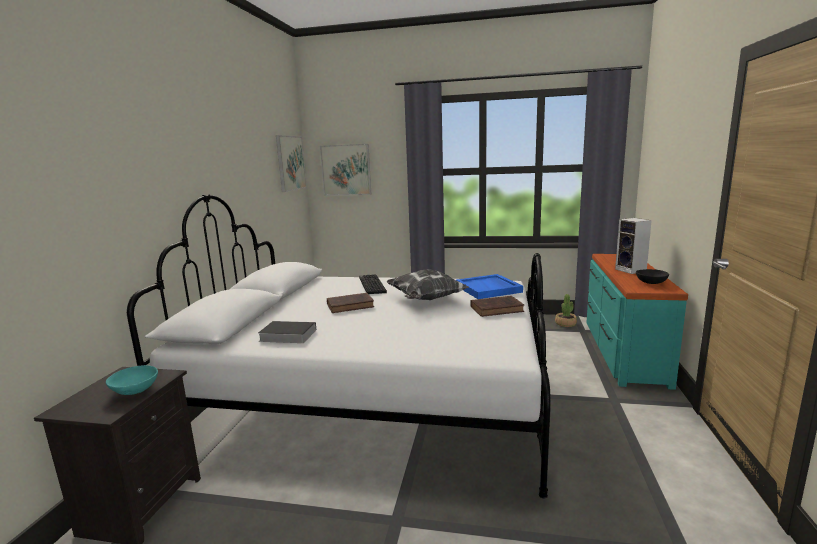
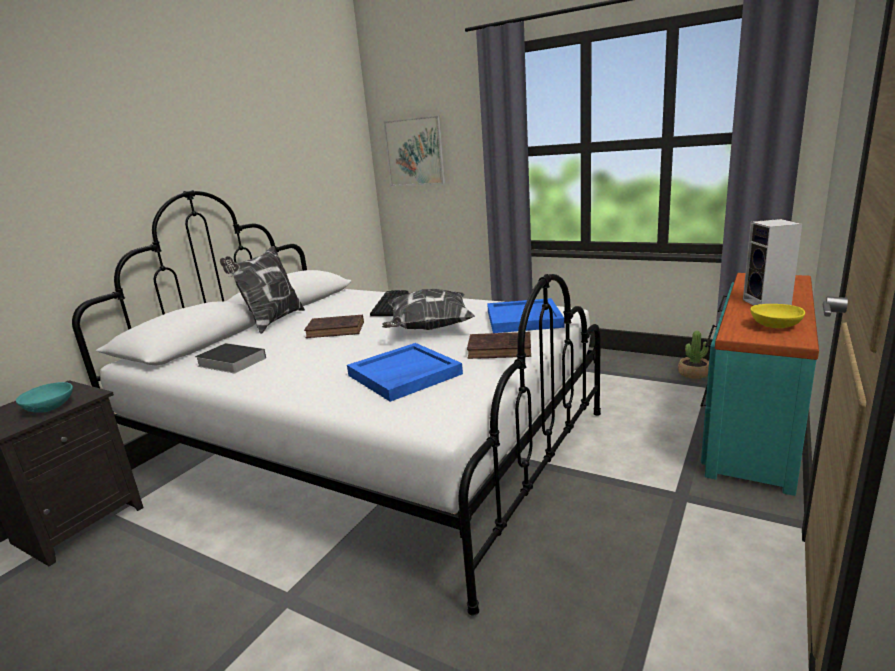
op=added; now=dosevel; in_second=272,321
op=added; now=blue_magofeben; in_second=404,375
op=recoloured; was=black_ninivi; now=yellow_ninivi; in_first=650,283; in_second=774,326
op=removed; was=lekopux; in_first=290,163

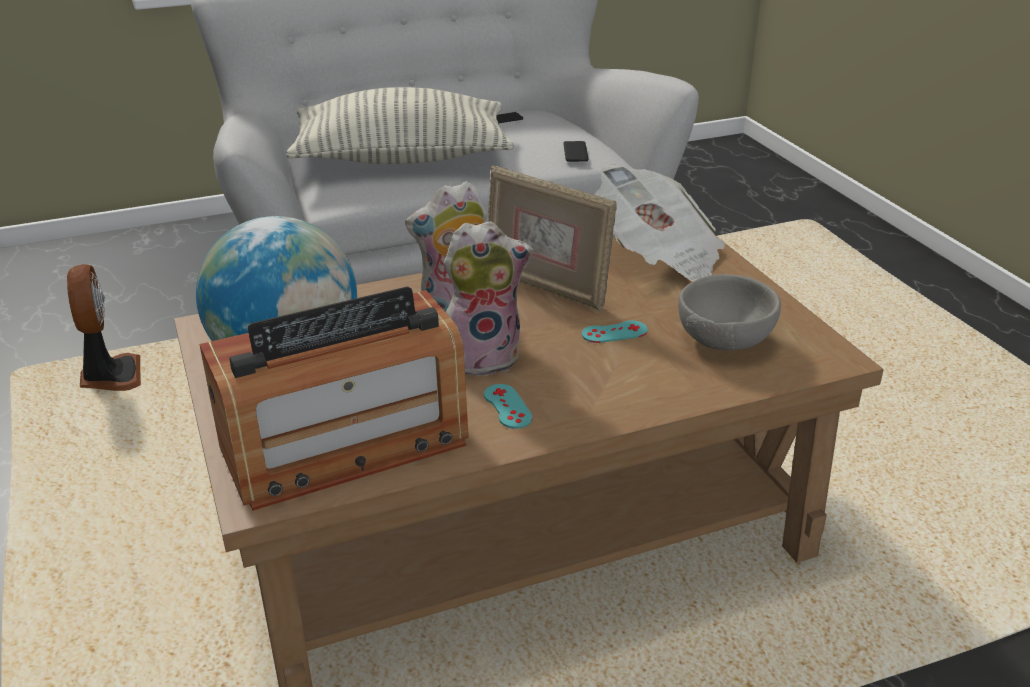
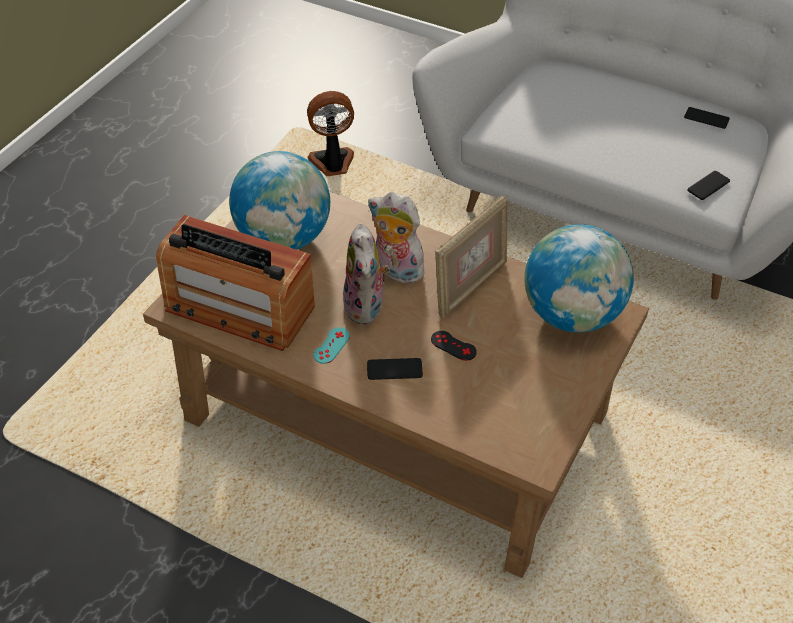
op=turned; was=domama; in_first=111,377; in_second=332,163; clockwise=-135
op=turned; was=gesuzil; in_first=483,357; in_second=367,307; clockwise=45
op=added; now=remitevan; in_second=394,369
op=recoloured; was=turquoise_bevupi; now=black_bevupi; in_first=614,332; in_second=453,346
op=turned; was=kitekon; in_first=545,287; in_second=470,287; clockwise=-135
op=replaced; was=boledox; now=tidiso; in_first=659,256; in_second=572,315
op=removed; was=dosevel; in_first=402,158
op=removed; was=grey_ninivi; in_first=727,339

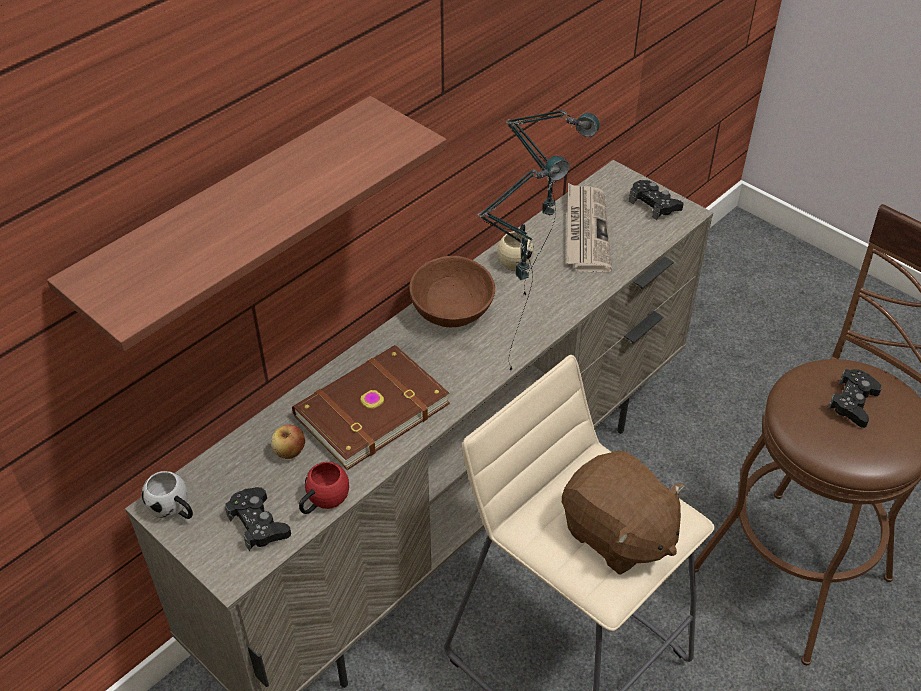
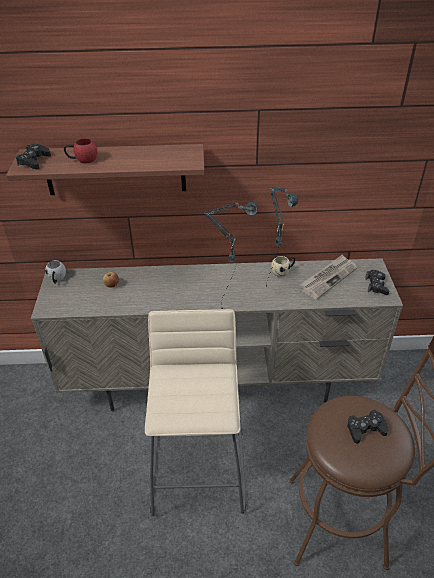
op=moved; was=black_bevupi; in_first=258,524; in_second=34,161
op=moved; was=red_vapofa; in_first=323,502; in_second=82,160
op=removed; was=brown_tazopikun; in_first=369,409
op=removed; was=brown_ninivi; in_first=450,310
op=removed; was=brown_gesuzil; in_first=617,534

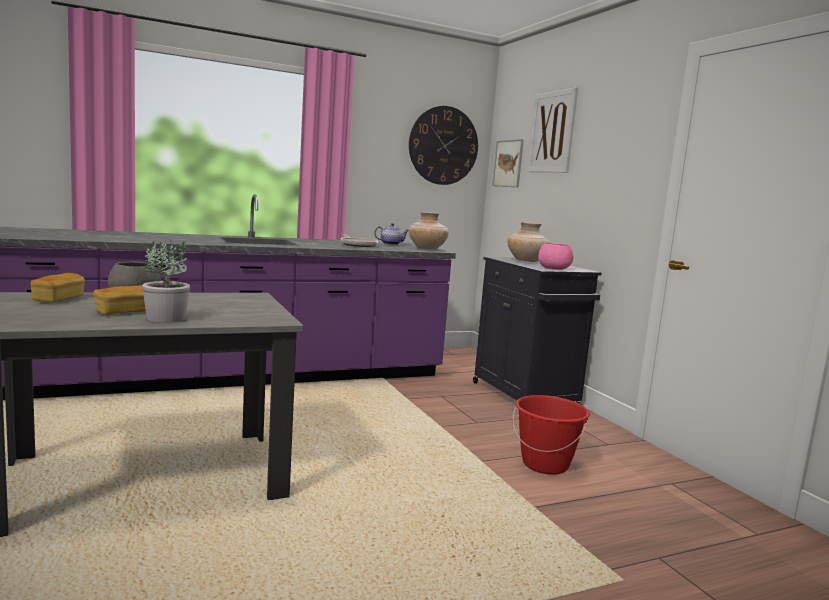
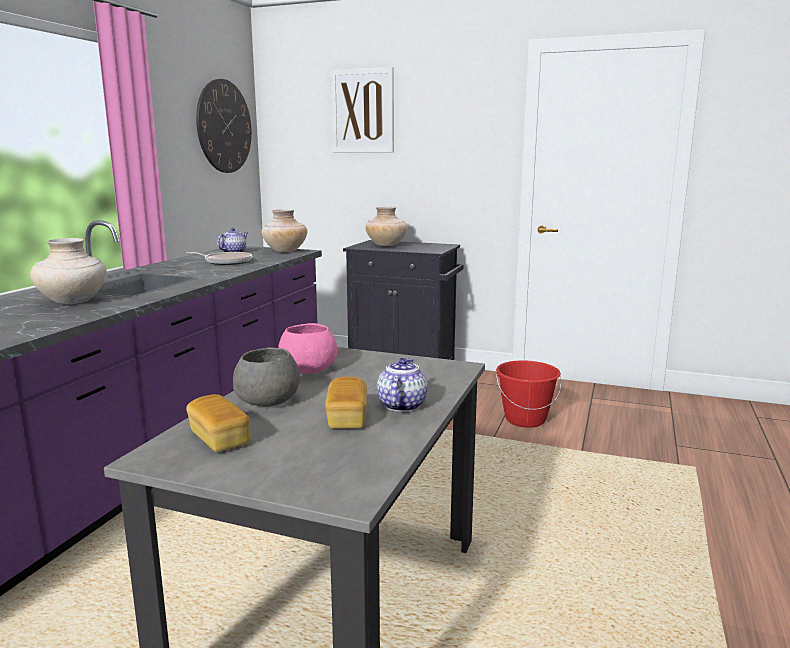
op=added; now=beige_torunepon; in_second=73,301
op=moved; was=pink_ninivi; in_first=553,268; in_second=307,369
op=replaced; was=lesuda; now=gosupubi; in_first=166,318; in_second=401,405
op=removed; was=lekopux; in_first=508,163

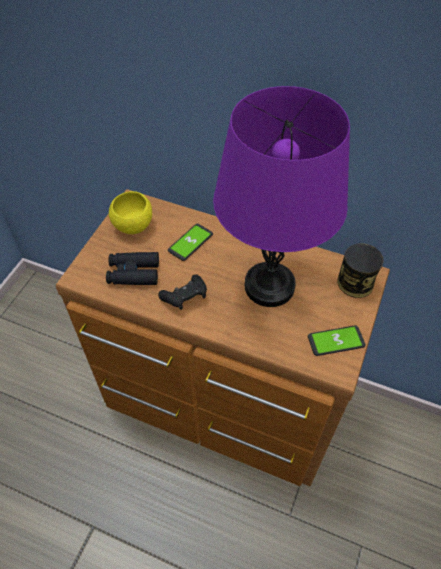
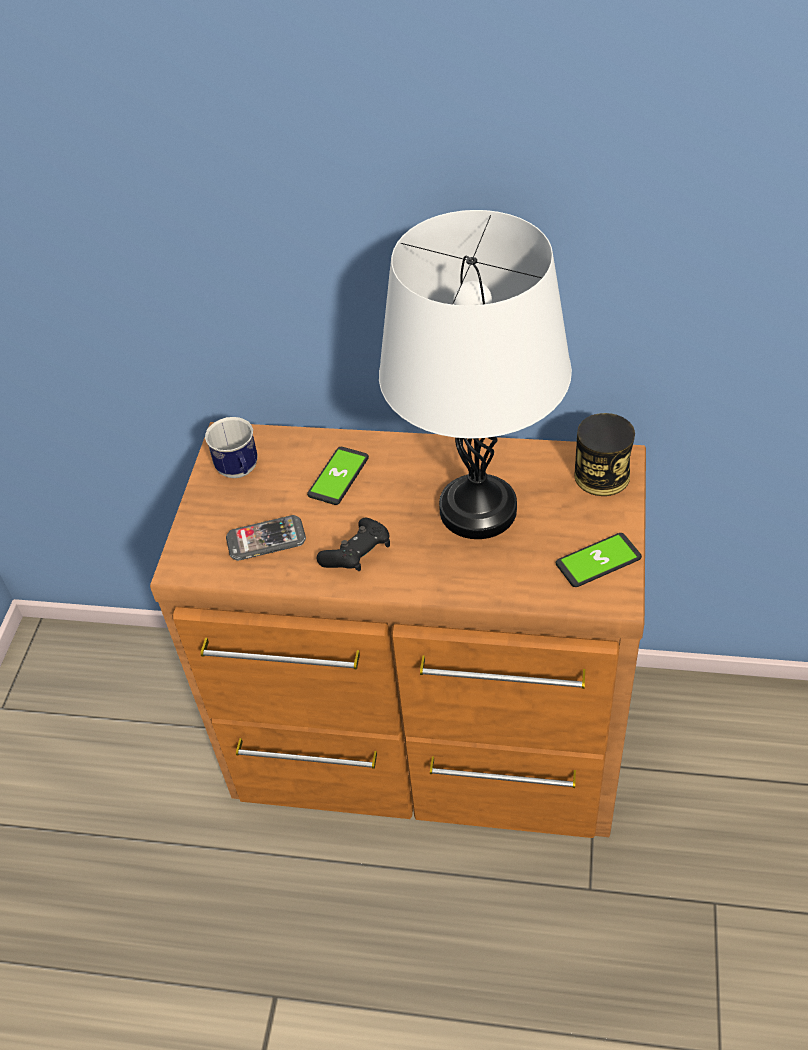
op=replaced; was=yellow_ninivi; now=vapofa; in_first=133,225; in_second=240,472
op=replaced; was=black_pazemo; now=remitevan; in_first=133,273; in_second=266,540
op=recoloured; was=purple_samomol; now=white_samomol; in_first=269,286; in_second=477,510

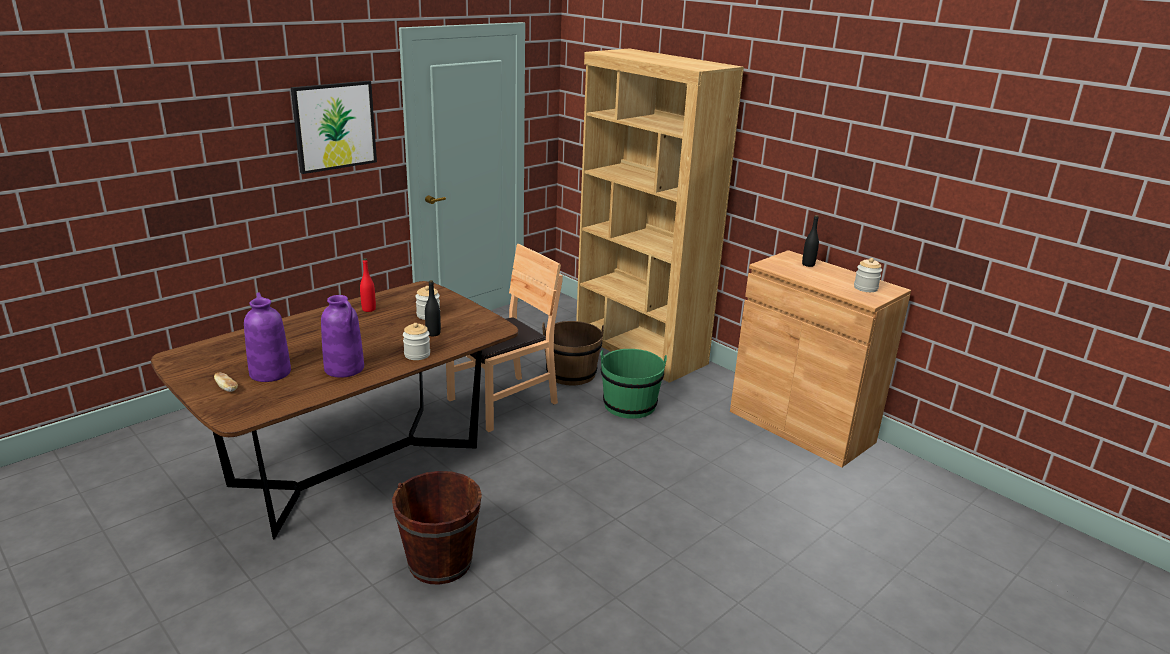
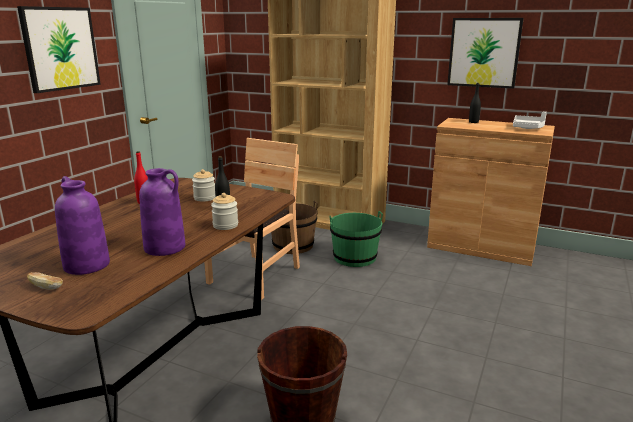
op=added; now=lekopux; in_second=484,52
op=replaced; was=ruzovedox; now=white_magofeben; in_first=865,288; in_second=528,128

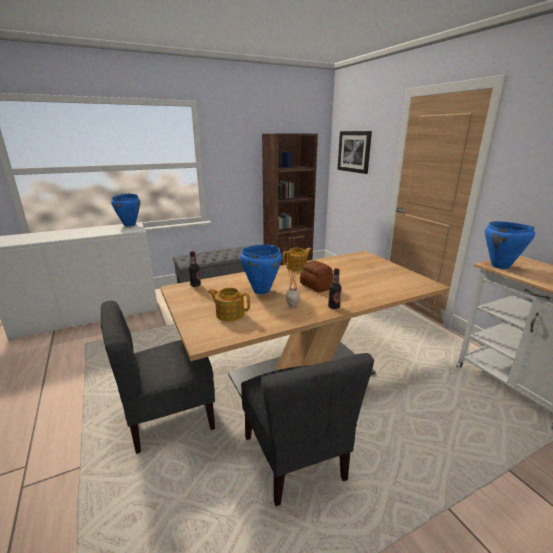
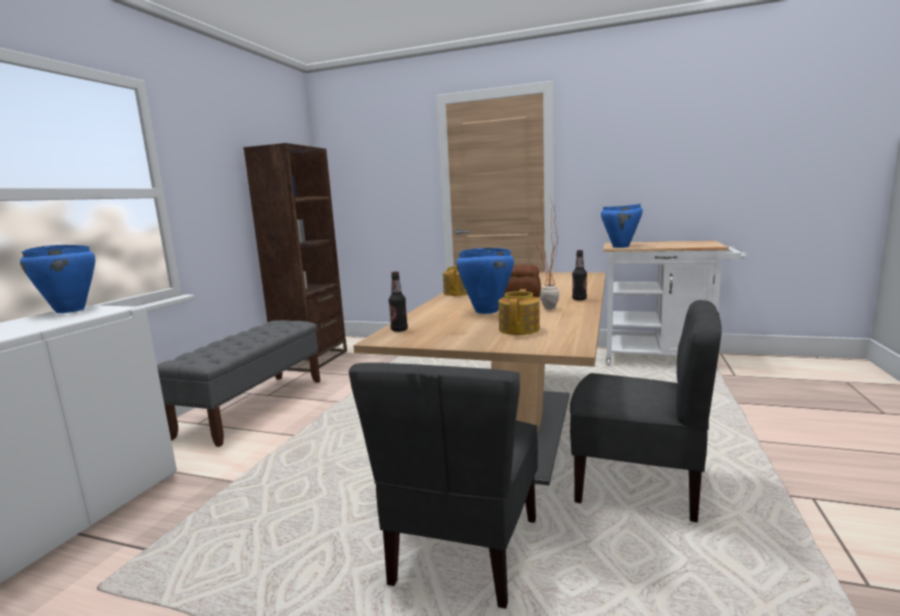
op=turned; was=gosupubi; in_first=229,314; in_second=520,329; clockwise=135
op=removed; was=lekopux; in_first=354,151

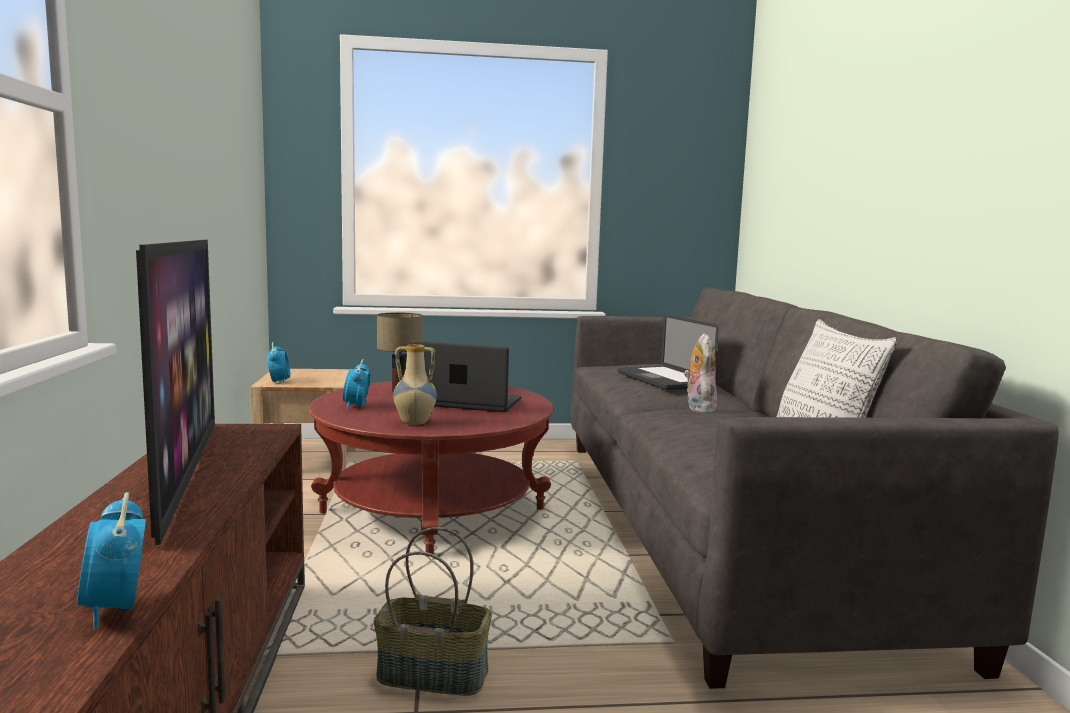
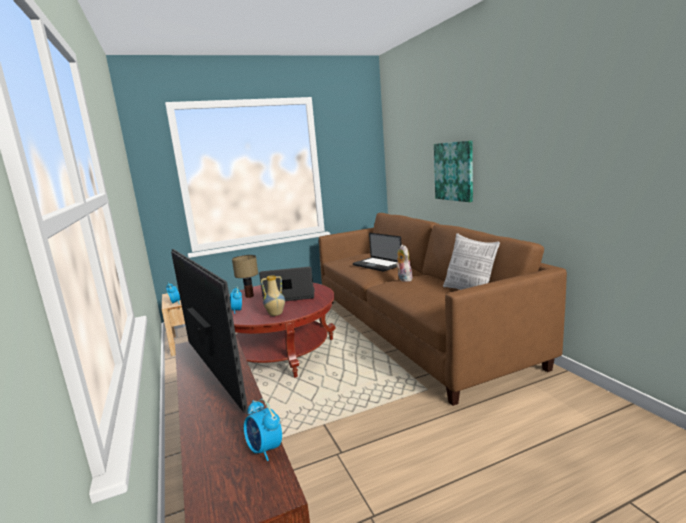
op=recoloured; was=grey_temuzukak; now=brown_temuzukak; in_first=718,526; in_second=414,329
op=added; now=lekopux; in_second=454,171
op=removed; was=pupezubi; in_first=434,674

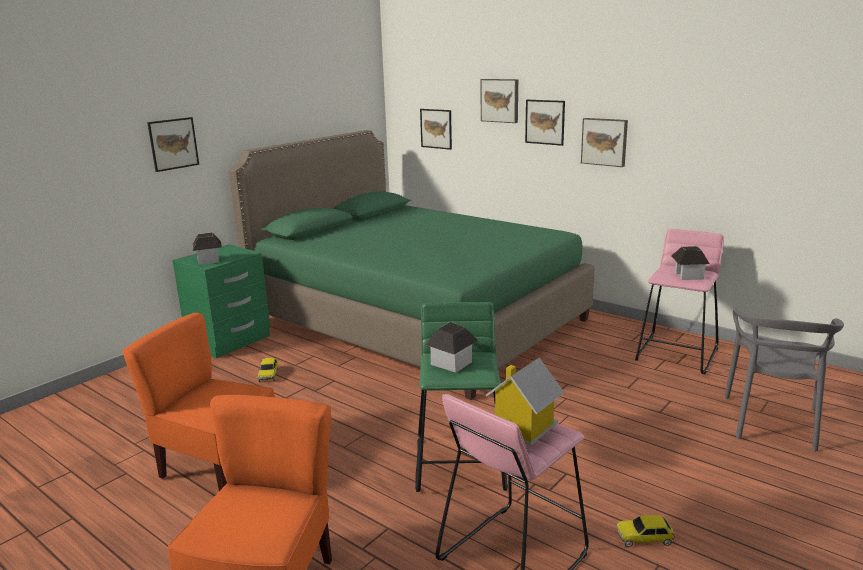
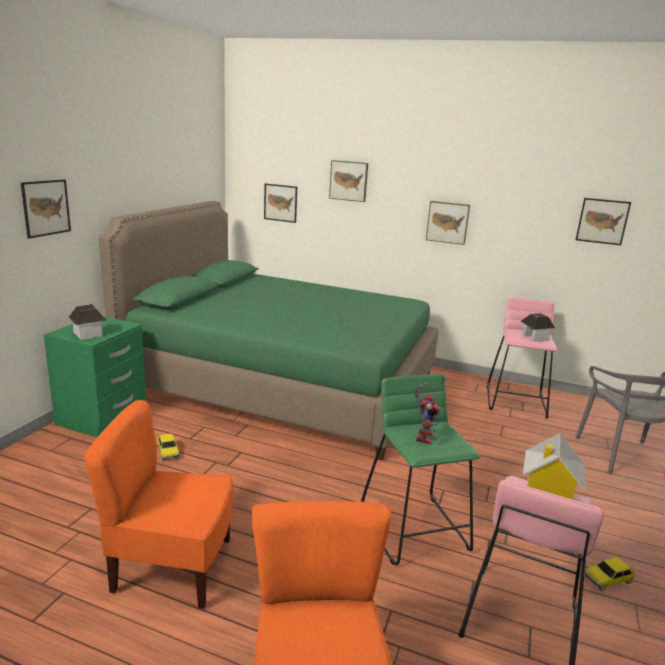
op=replaced; was=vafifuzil; now=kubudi; in_first=452,363; in_second=423,436
op=moved; was=lekopux; in_first=545,122; in_second=602,221

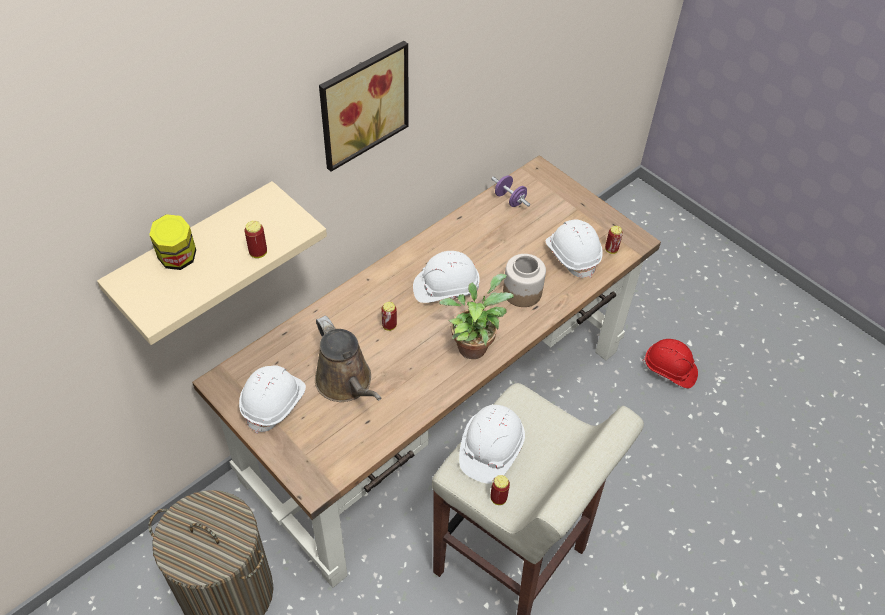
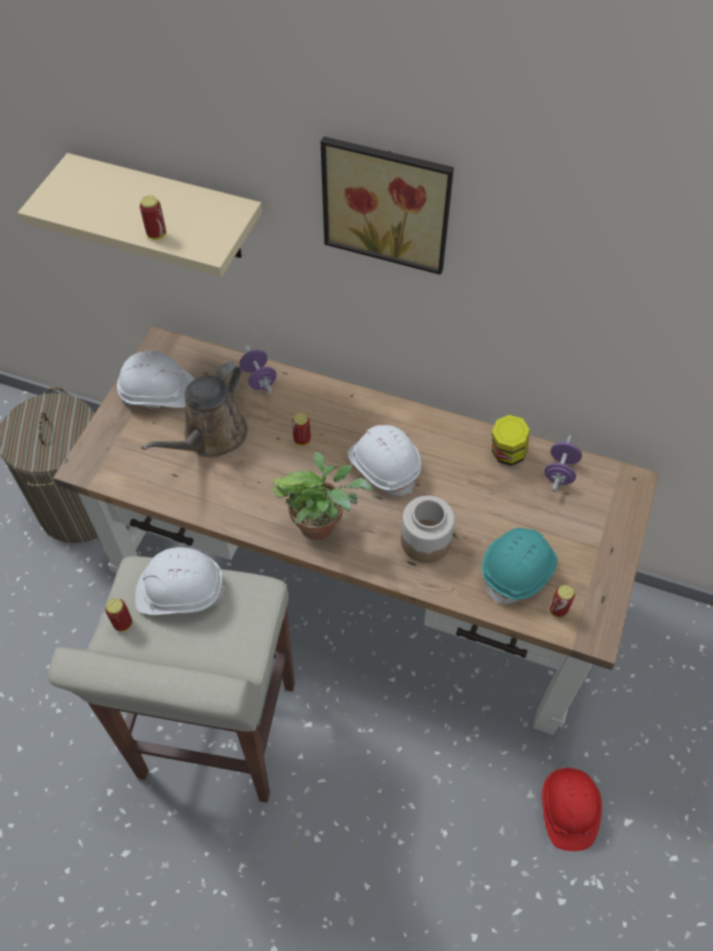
op=added; now=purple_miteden; in_second=259,379
op=recoloured; was=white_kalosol; now=turquoise_kalosol; in_first=572,255; in_second=518,570
op=moved; was=ruzovedox; in_first=178,259; in_second=507,454

